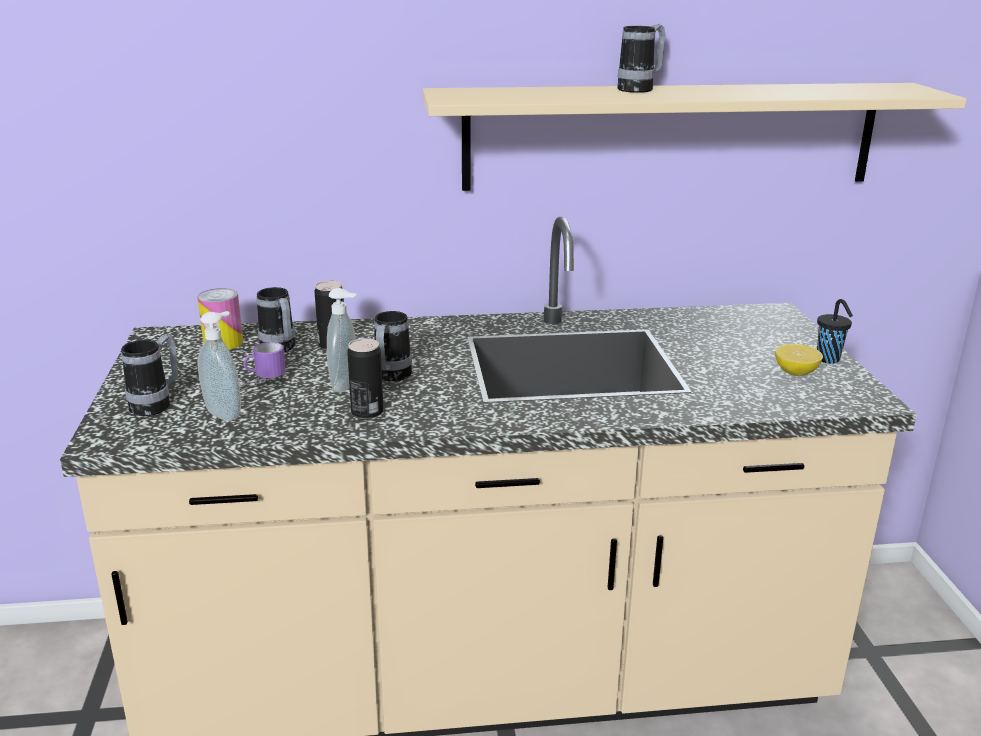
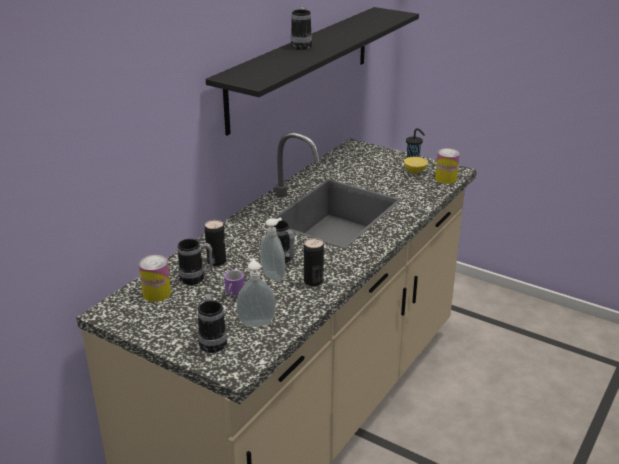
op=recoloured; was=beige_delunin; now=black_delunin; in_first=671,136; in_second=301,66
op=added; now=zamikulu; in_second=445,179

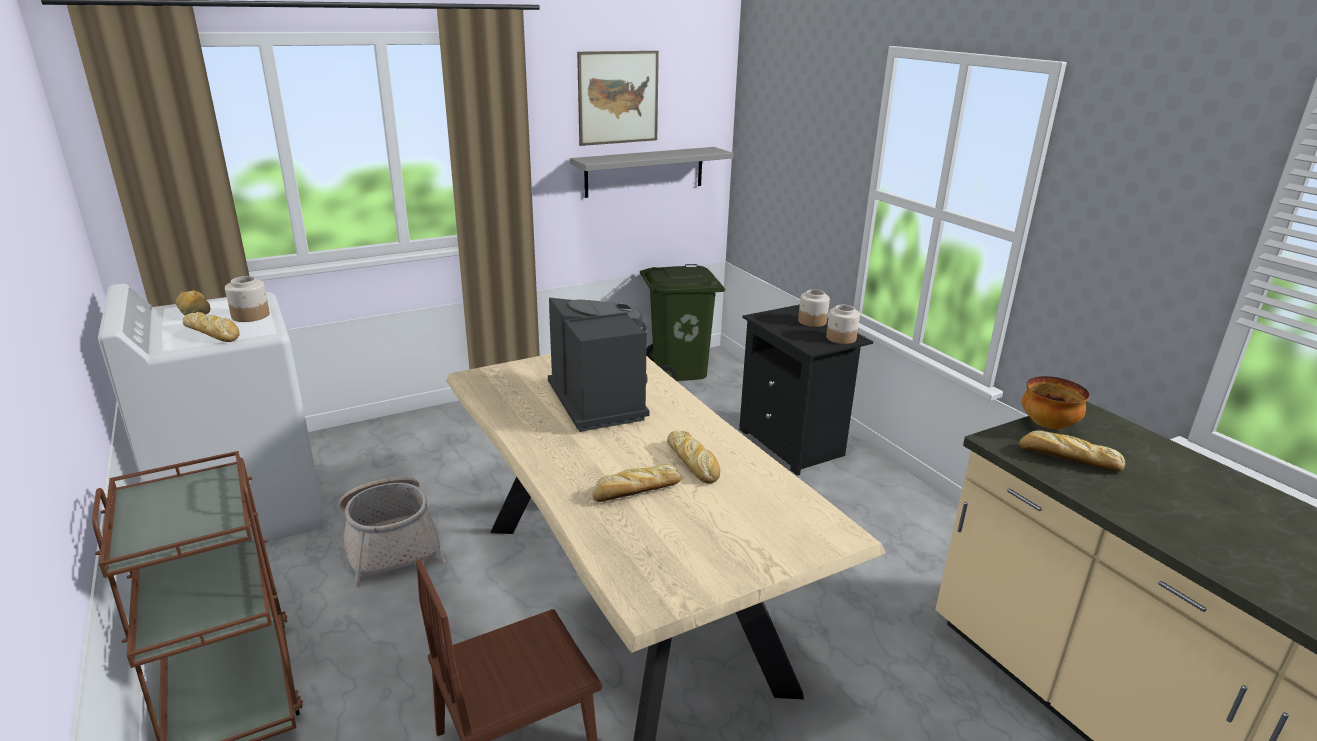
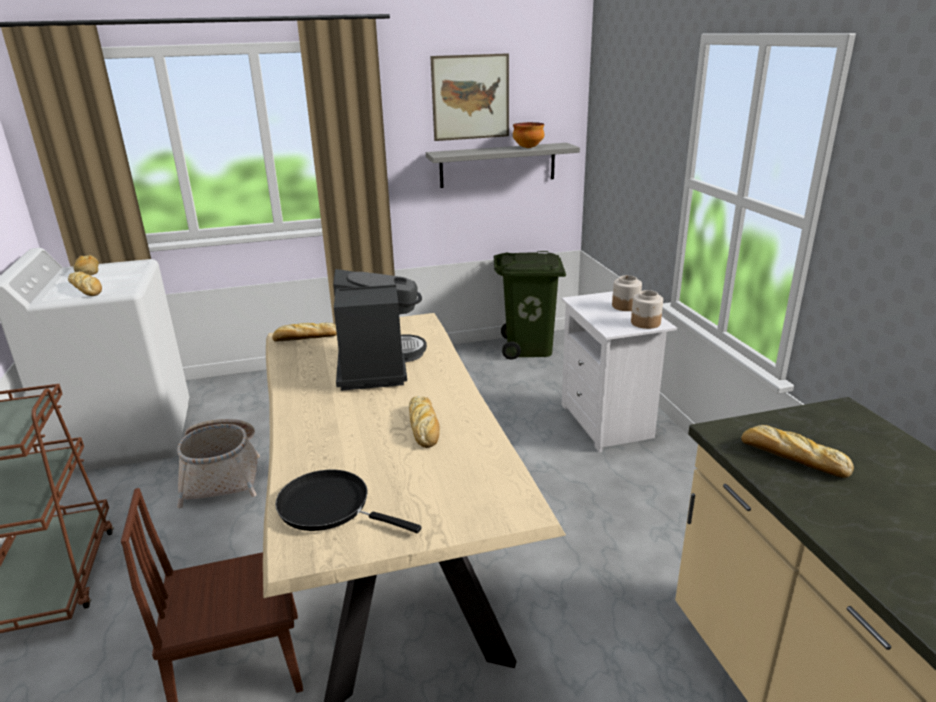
op=moved; was=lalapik; in_first=635,491; in_second=304,338
op=added; now=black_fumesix; in_second=330,507
op=moved; was=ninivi; in_first=1048,425; in_second=528,148
op=recoloured; was=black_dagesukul; now=white_dagesukul; in_first=794,444; in_second=608,422
op=removed; was=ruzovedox; in_first=251,315

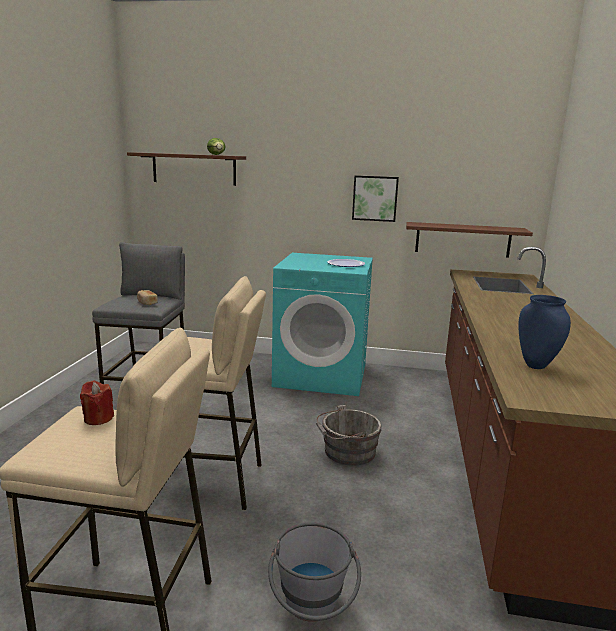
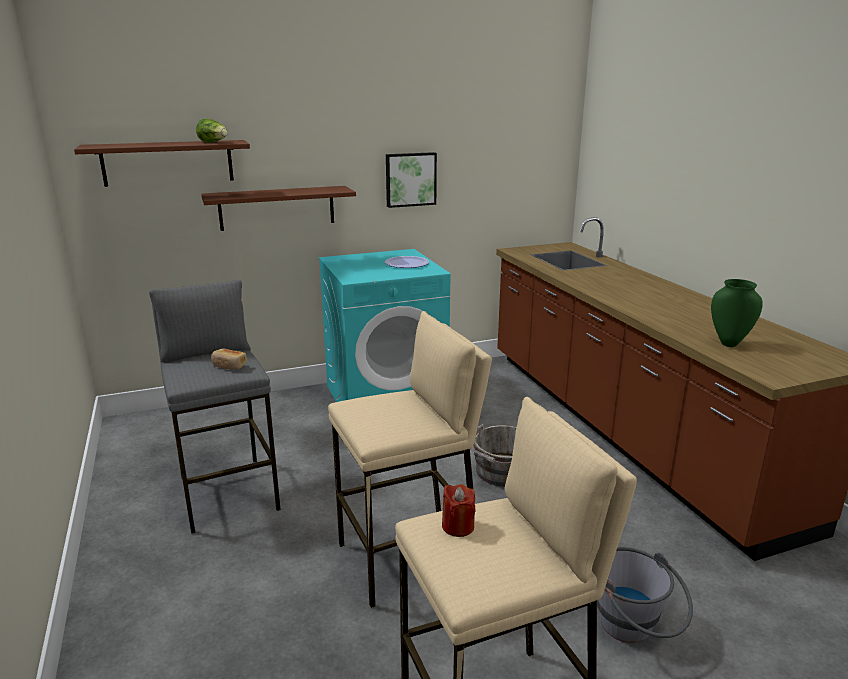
op=moved; was=brown_delunin; in_first=462,239; in_second=277,208
op=recoloured; was=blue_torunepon; now=green_torunepon; in_first=535,366; in_second=728,344

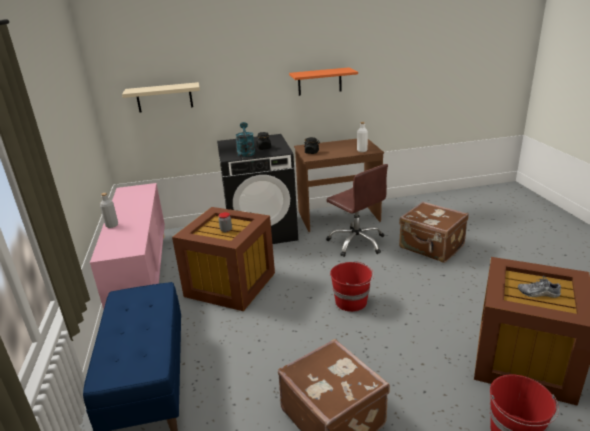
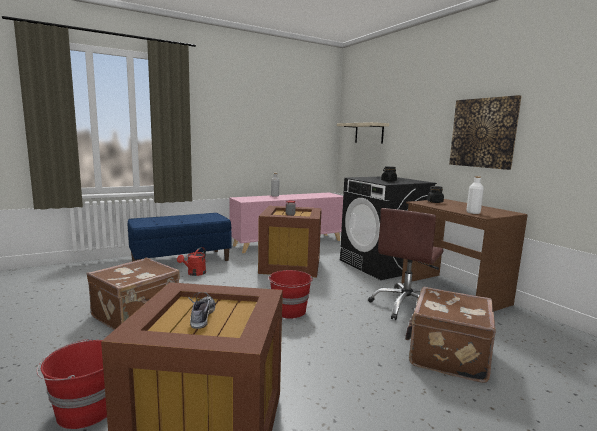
op=added; now=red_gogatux; in_second=194,274
op=replaced; was=orange_delunin; now=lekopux; in_first=319,81; in_second=483,133
op=removed; was=turquoise_gogatux; in_first=245,152

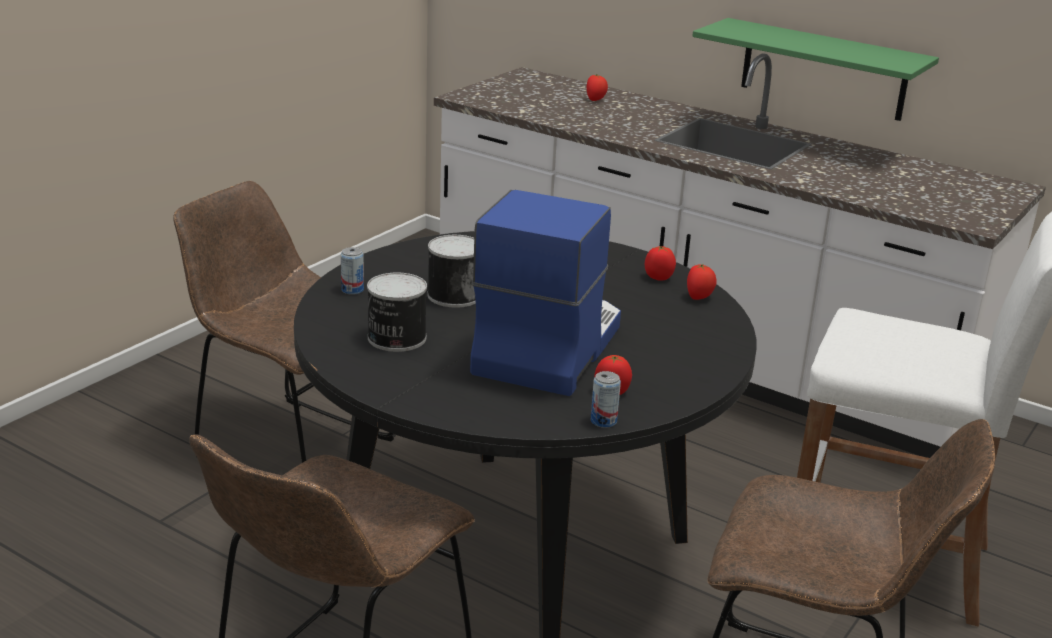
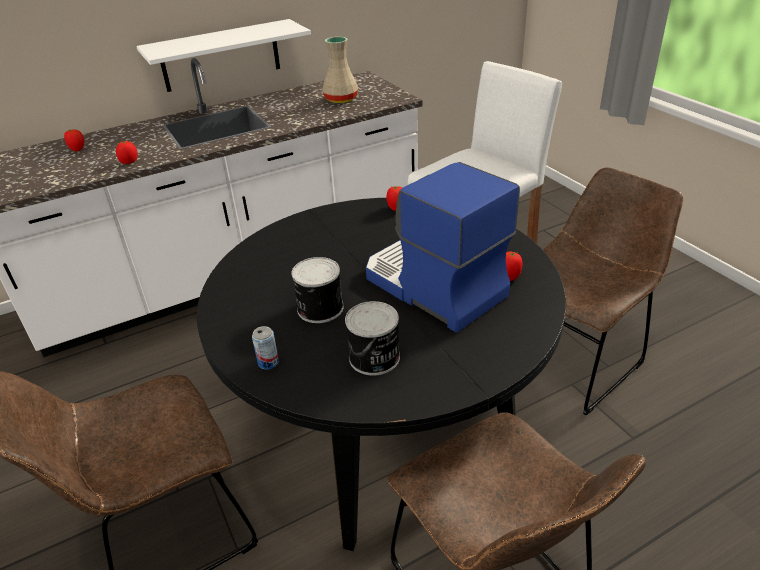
op=moved; was=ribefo; in_first=658,278; in_second=129,162
op=recoloured; was=green_delunin; now=white_delunin; in_first=824,70; in_second=220,56
op=added; now=beige_torunepon; in_second=341,99
op=removed; was=zamikulu; in_first=603,421

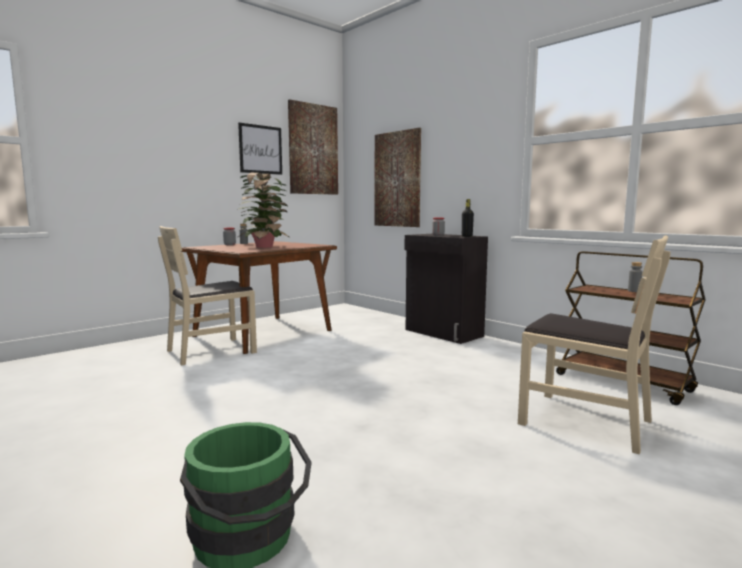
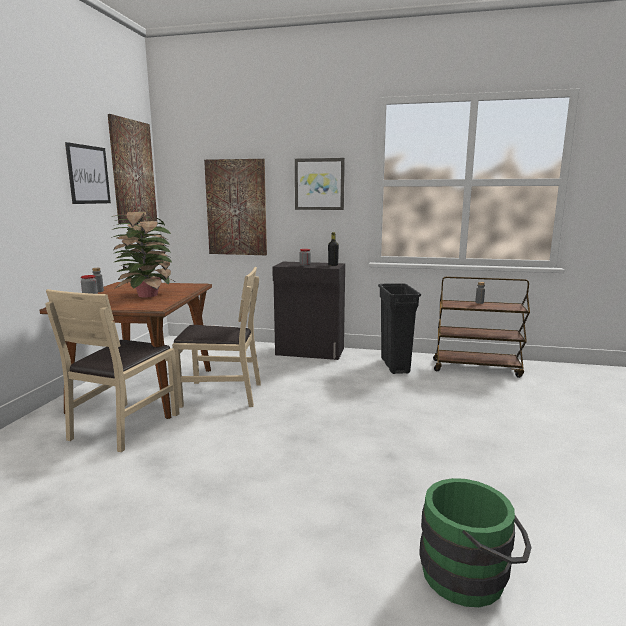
op=moved; was=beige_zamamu; in_first=584,421; in_second=221,394
op=added; now=lekopux; in_second=319,184
op=added; now=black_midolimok; in_second=395,366

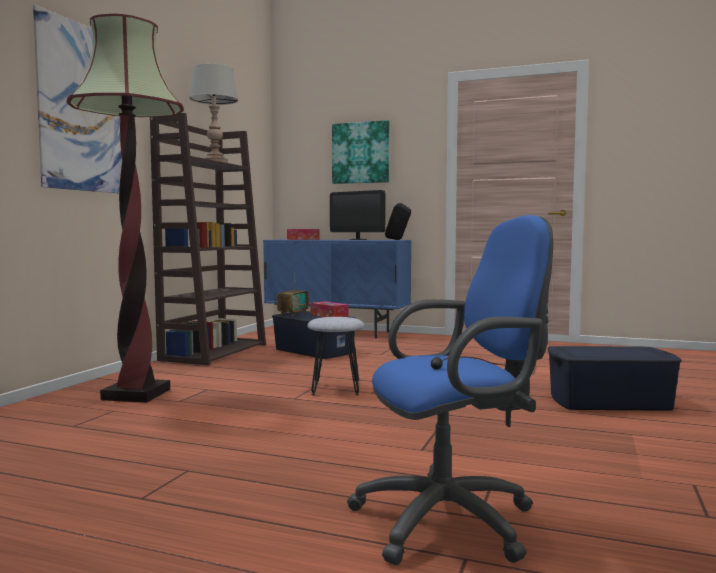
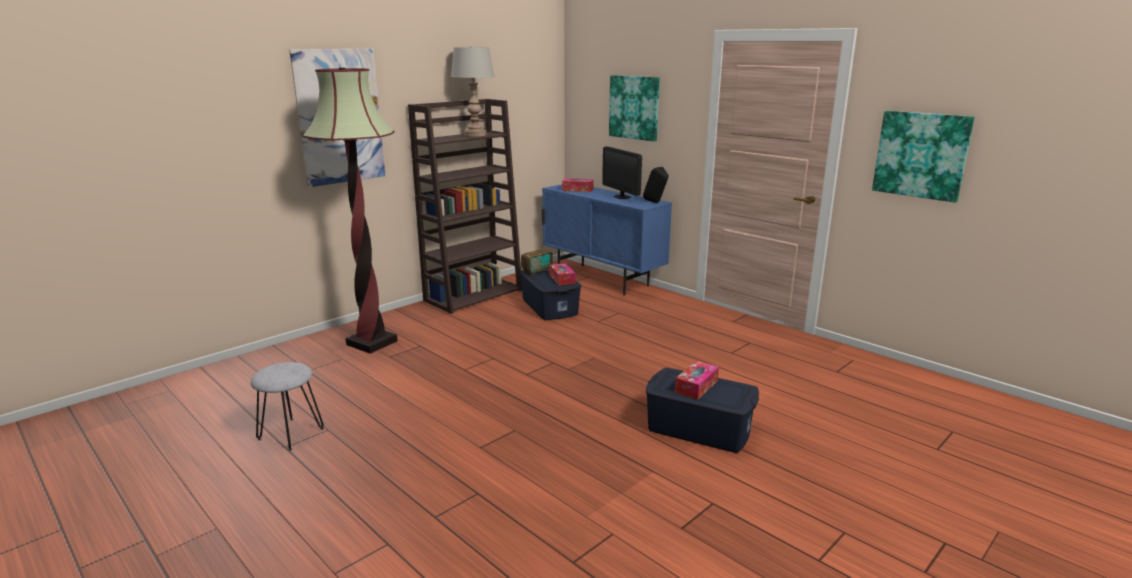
op=moved; was=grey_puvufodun; in_first=336,389; in_second=290,434
op=added; now=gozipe; in_second=696,386
op=added; now=lekopux; in_second=921,155
op=removed; was=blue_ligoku; in_first=454,520

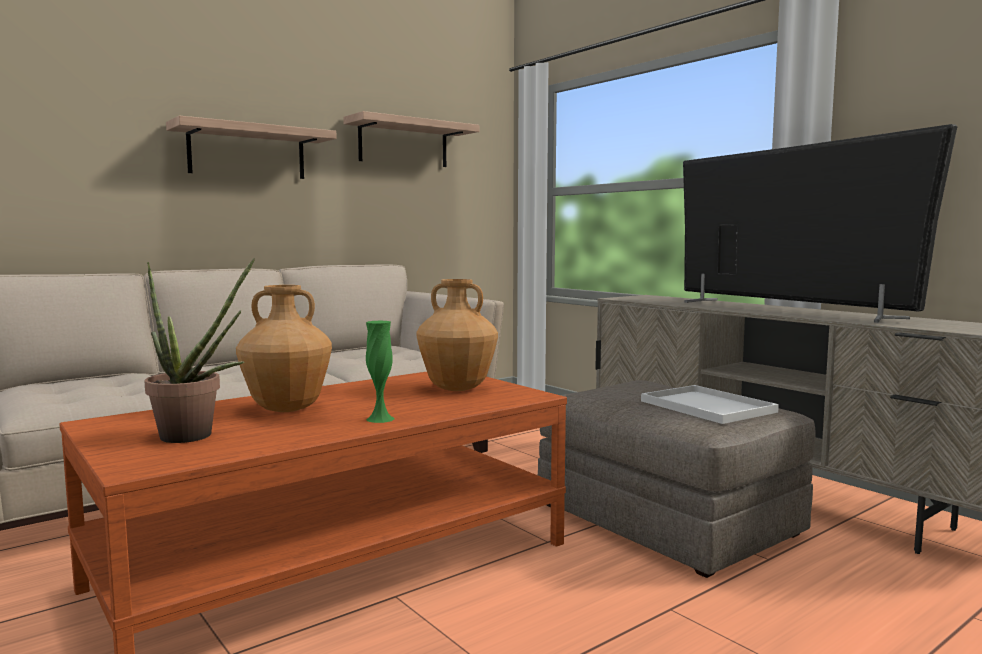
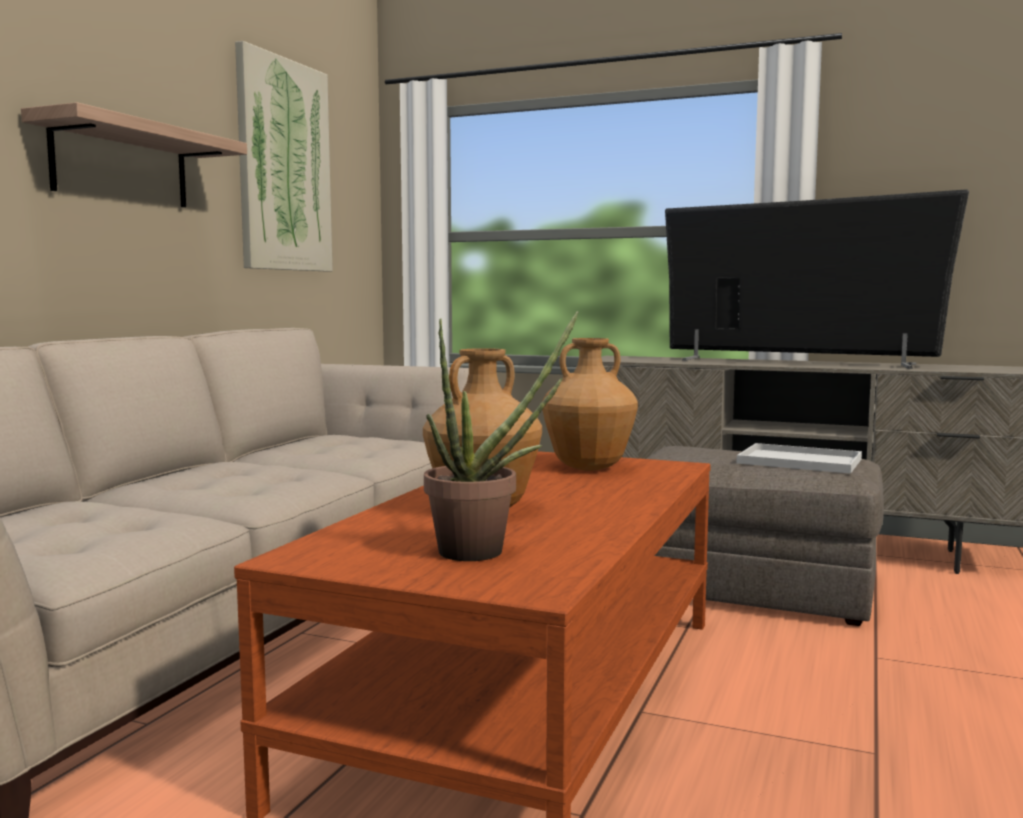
op=replaced; was=delunin; now=lekopux; in_first=403,143; in_second=284,166
op=removed; was=green_torunepon; in_first=380,419

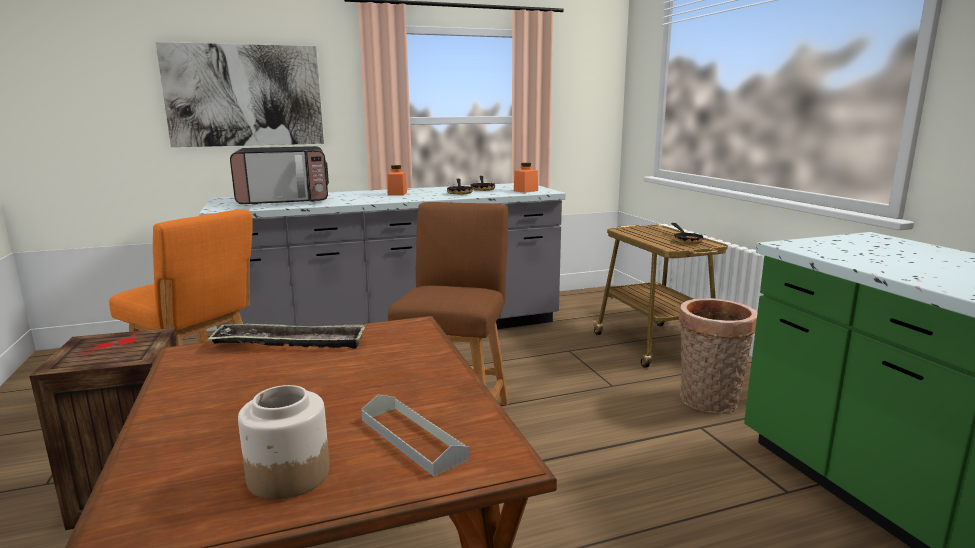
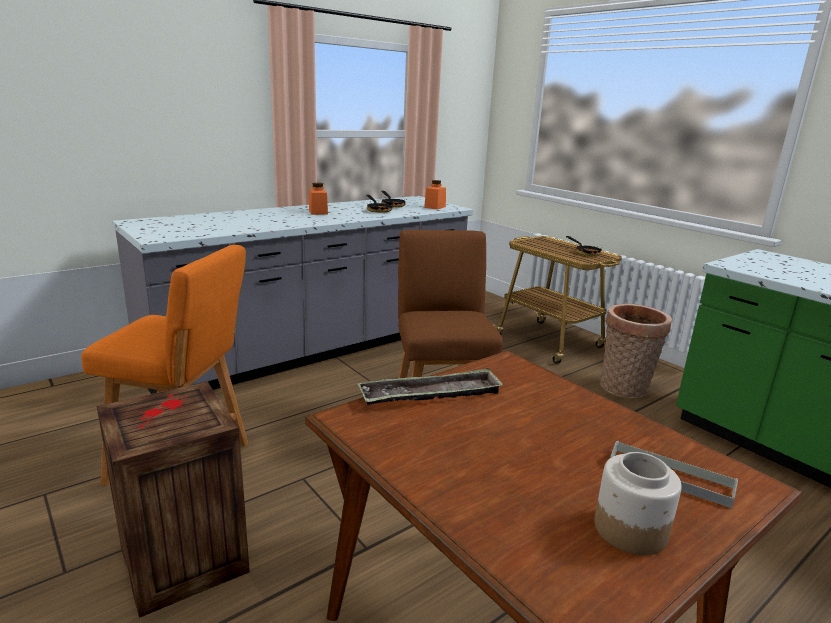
op=removed; was=lekopux; in_first=244,96
op=removed; was=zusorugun; in_first=285,200

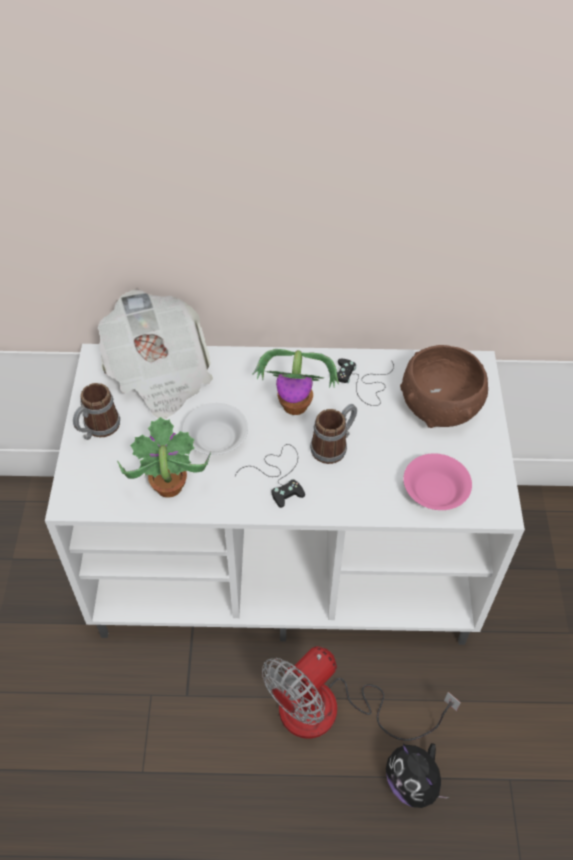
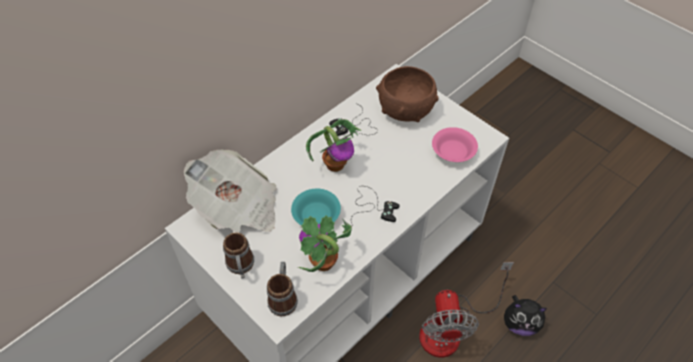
op=moved; was=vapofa; in_first=334,445; in_second=283,297
op=recoloured; was=white_ninivi; now=turquoise_ninivi; in_first=215,439; in_second=316,216

